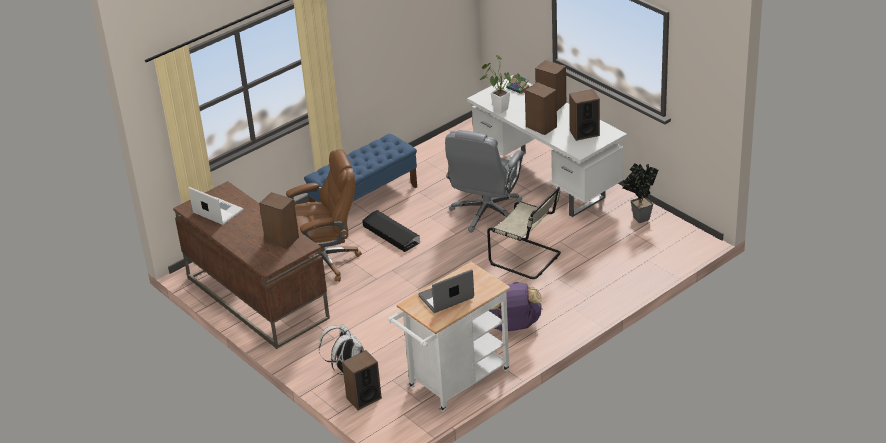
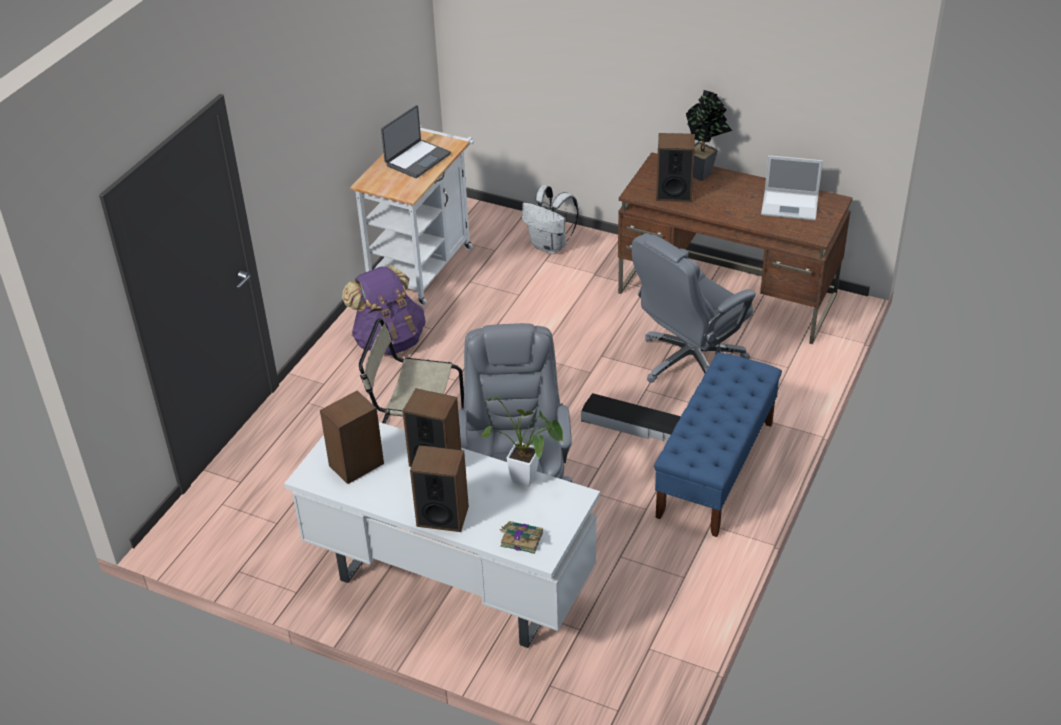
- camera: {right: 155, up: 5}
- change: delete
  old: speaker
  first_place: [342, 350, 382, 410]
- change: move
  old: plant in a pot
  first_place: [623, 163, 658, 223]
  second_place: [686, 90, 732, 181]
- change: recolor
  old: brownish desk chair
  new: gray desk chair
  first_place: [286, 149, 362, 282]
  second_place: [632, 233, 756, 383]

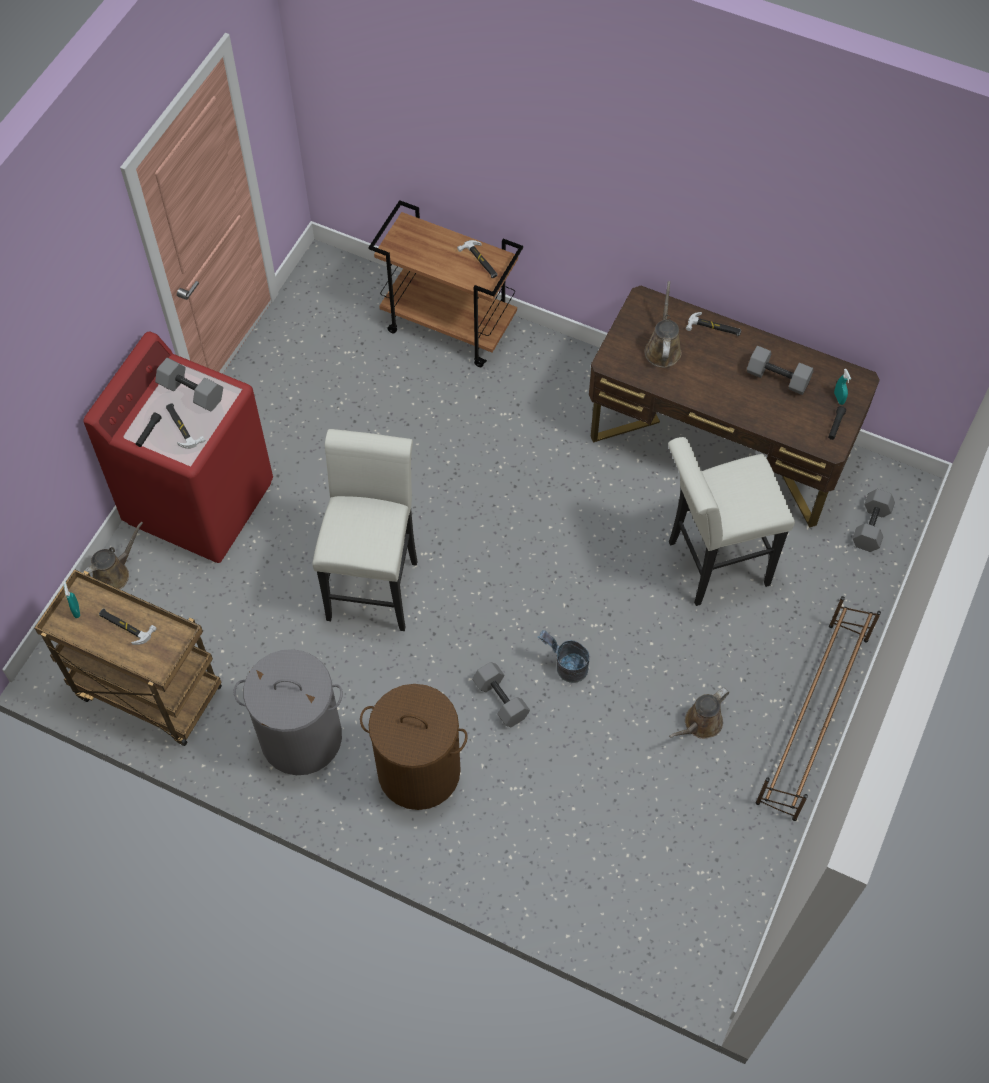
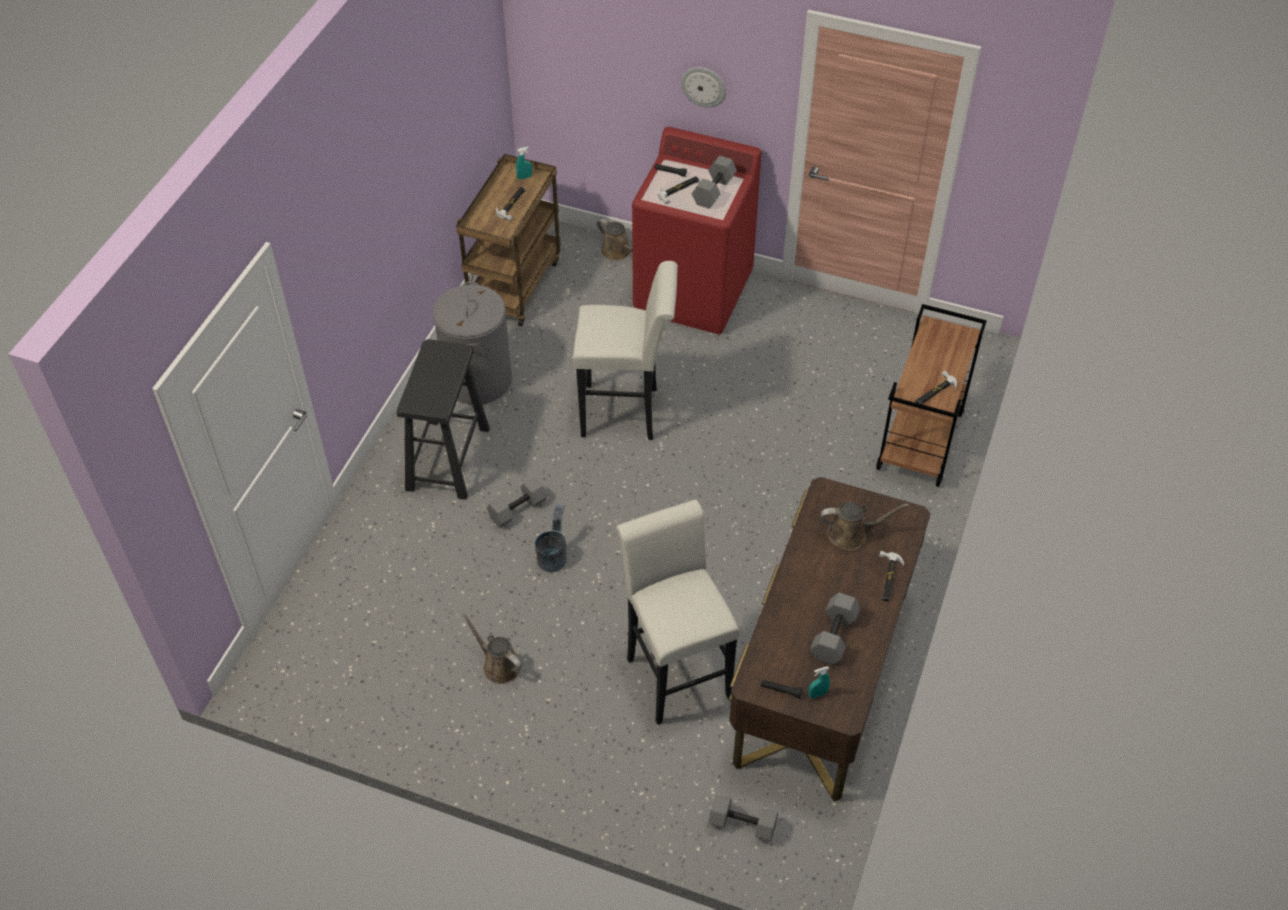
- camera: {right: 85, up: -10}
- change: delete
  old: brownish shoe shelf
  first_place: [756, 596, 881, 821]
- change: insert
  new: clock on the wall
  second_place: [681, 67, 726, 108]
- change: replace
  old: brownish laundry basket
  new: blackish stool seat
  first_place: [360, 684, 468, 810]
  second_place: [397, 339, 490, 500]

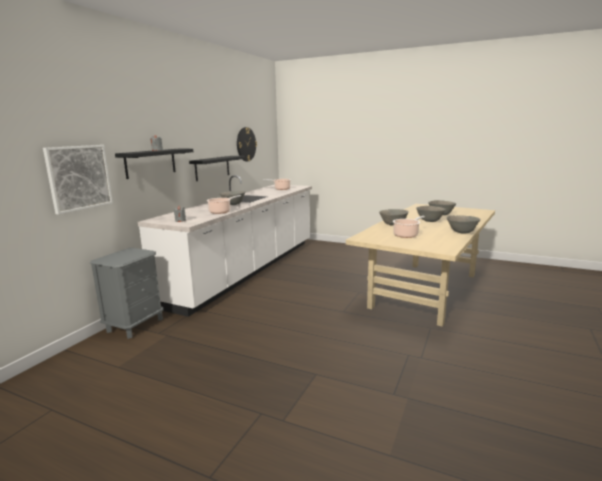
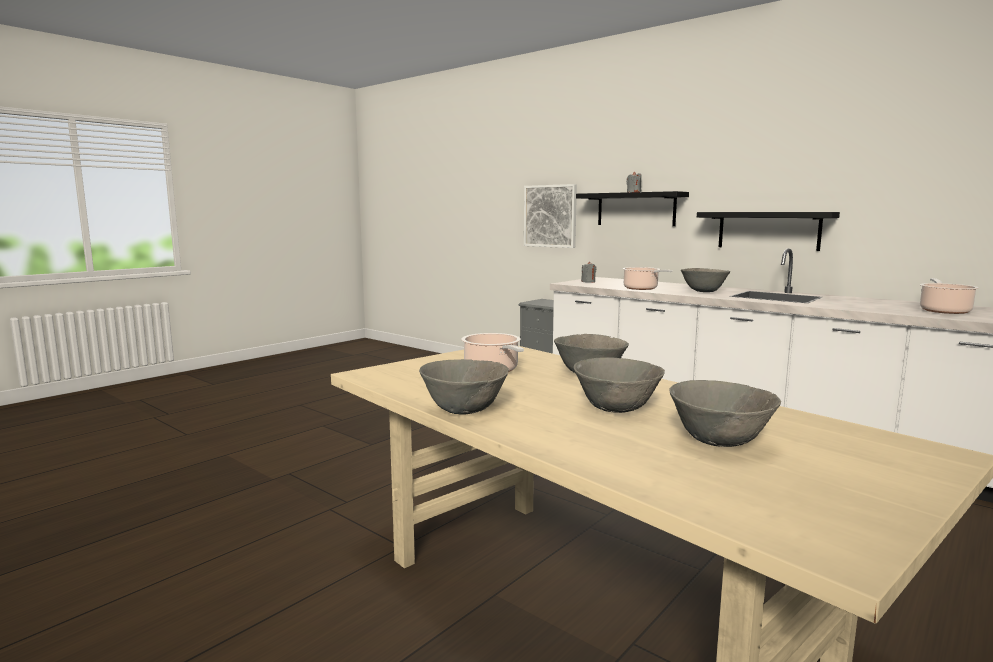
- camera: {right: 105, up: -5}
- change: delete
  old: clock on the wall
  first_place: [237, 127, 257, 161]

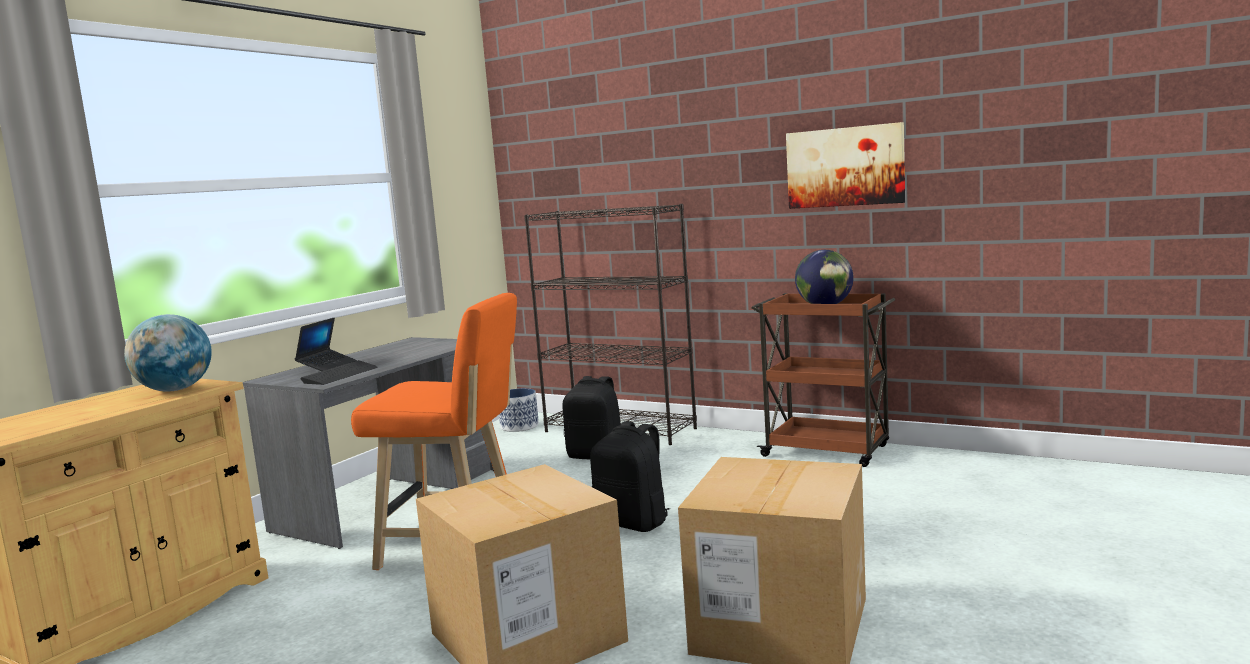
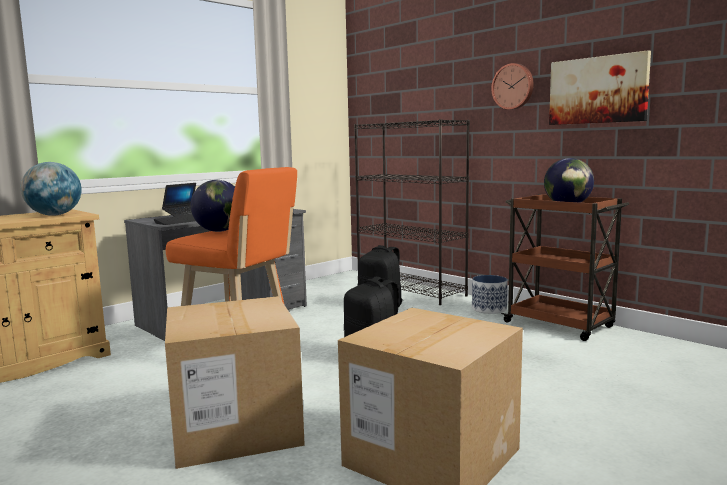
- camera: {right: 15, up: 0}
- change: insert
  new: globe
  second_place: [191, 180, 235, 232]
- change: insert
  new: clock on the wall
  second_place: [491, 63, 534, 110]
- change: move
  old: planter
  first_place: [499, 388, 539, 432]
  second_place: [472, 275, 508, 314]

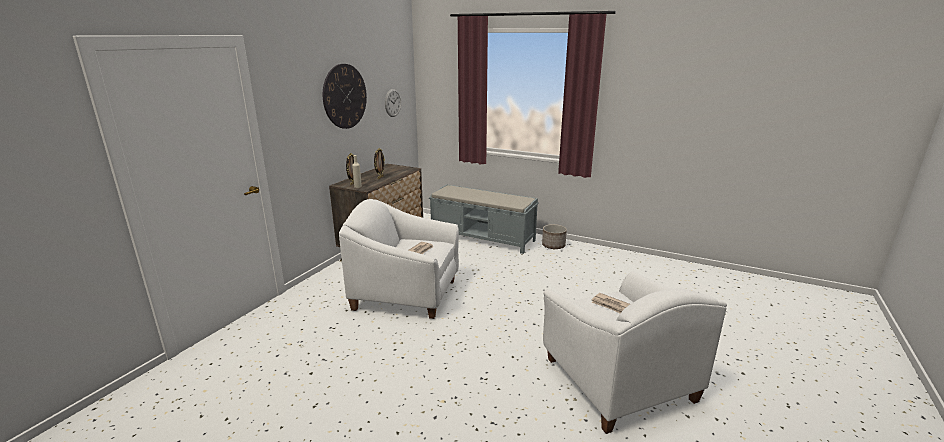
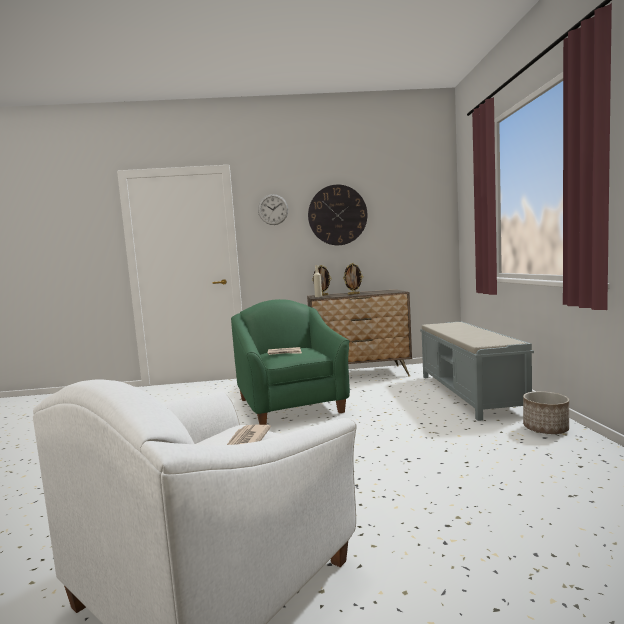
- camera: {right: 60, up: -15}
- change: move
  old: clock on the wall
  first_place: [385, 89, 401, 117]
  second_place: [258, 194, 288, 225]
- change: recolor
  old: whitish armchair
  new: greenish armchair
  first_place: [339, 199, 459, 319]
  second_place: [231, 299, 350, 425]

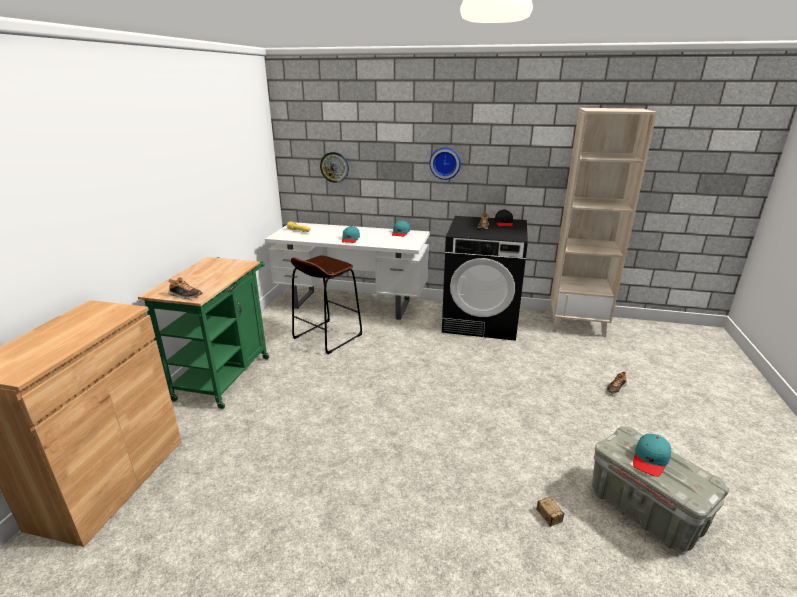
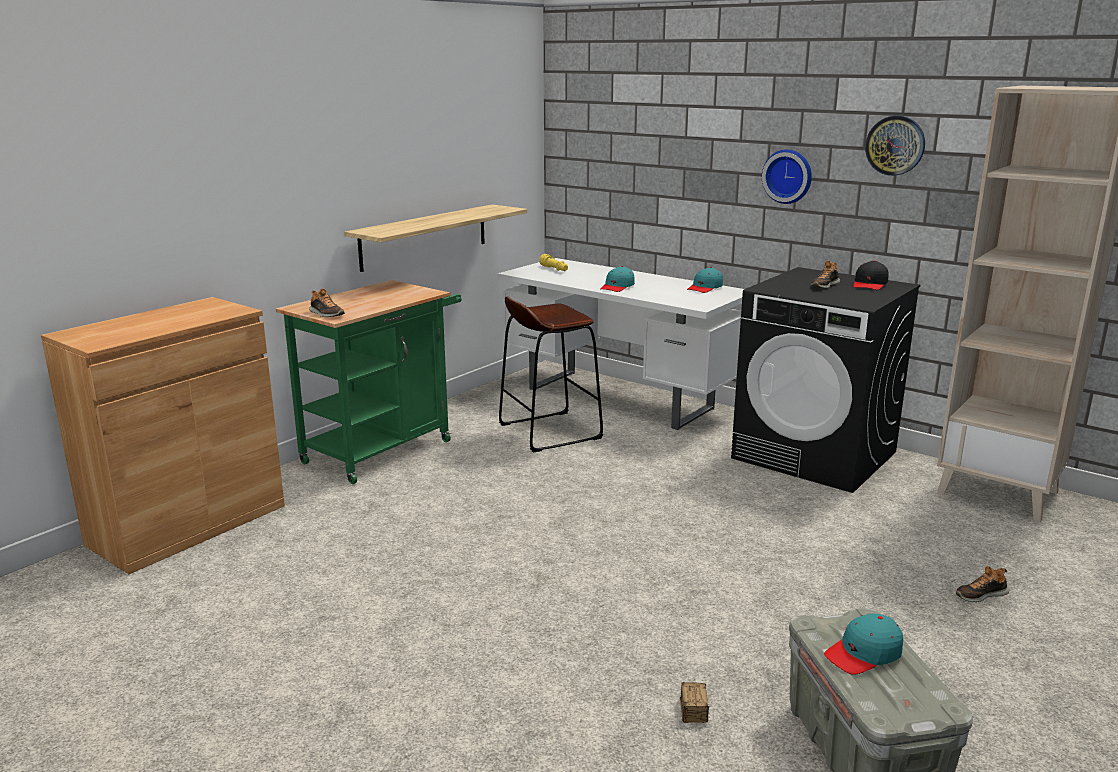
- camera: {right: 25, up: -5}
- change: insert
  new: shelf
  second_place: [344, 204, 527, 272]
- change: move
  old: clock on the wall
  first_place: [320, 152, 349, 183]
  second_place: [865, 115, 925, 176]

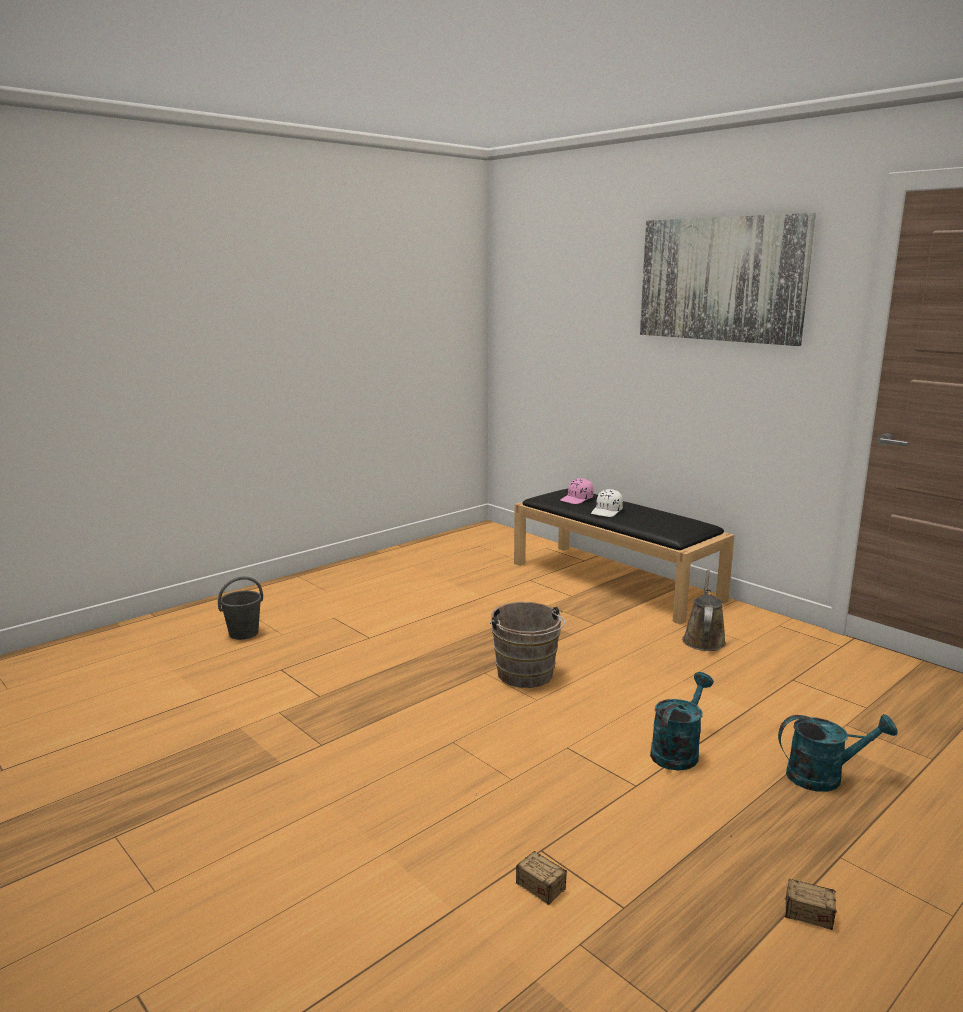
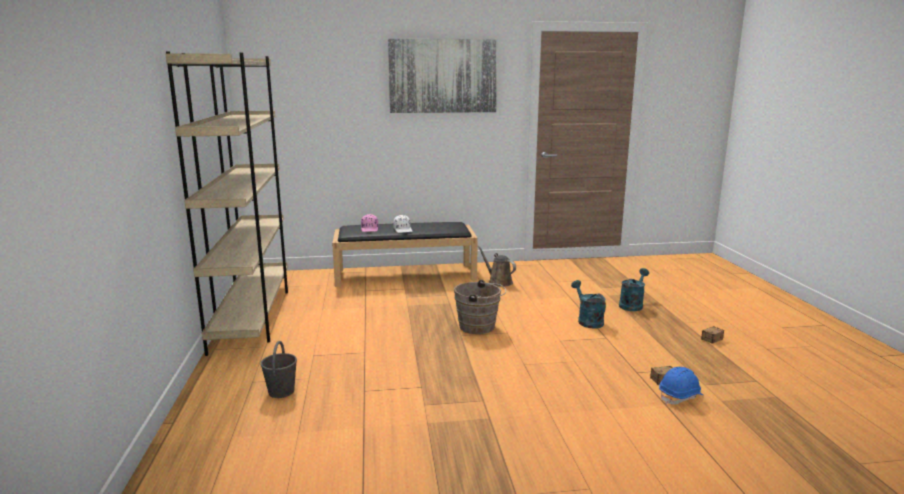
- camera: {right: -55, up: 0}
- change: insert
  new: beige bookshelf
  second_place: [165, 52, 288, 356]
- change: insert
  new: blue-coloured work helmet
  second_place: [659, 367, 703, 405]

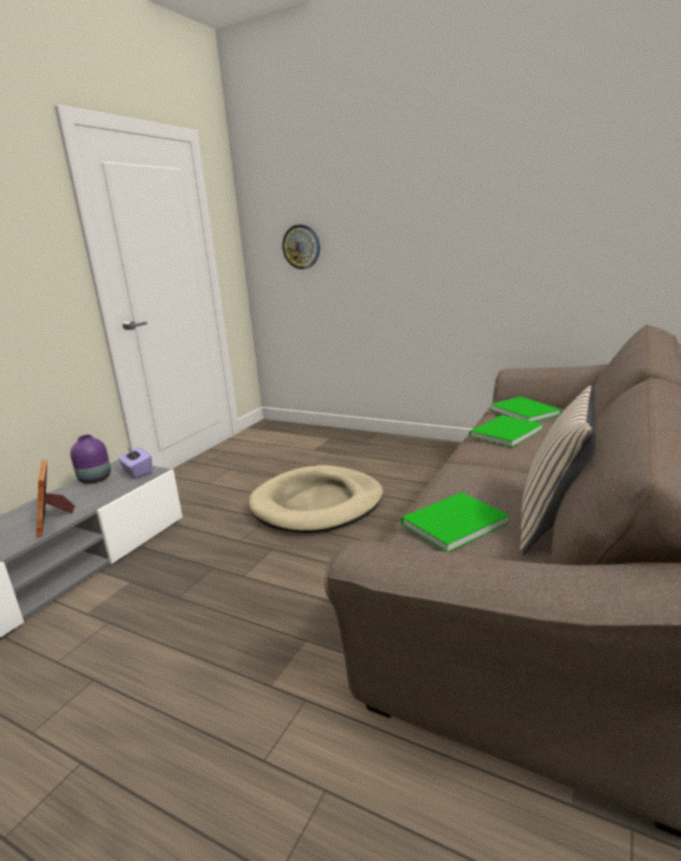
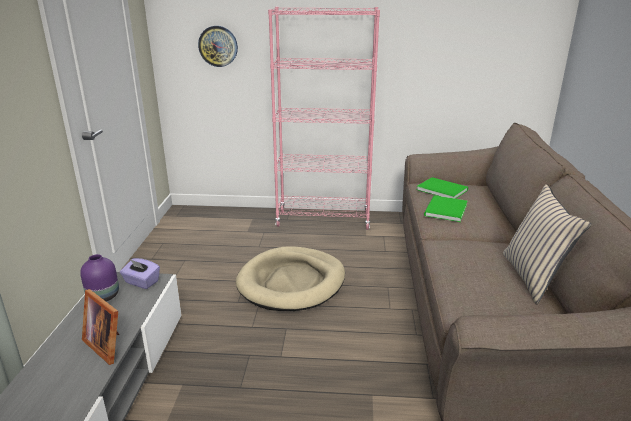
- camera: {right: -25, up: 5}
- change: delete
  old: greenish bound book
  first_place: [401, 492, 510, 552]
- change: insert
  new: pinkish bookshelf
  second_place: [268, 7, 380, 230]

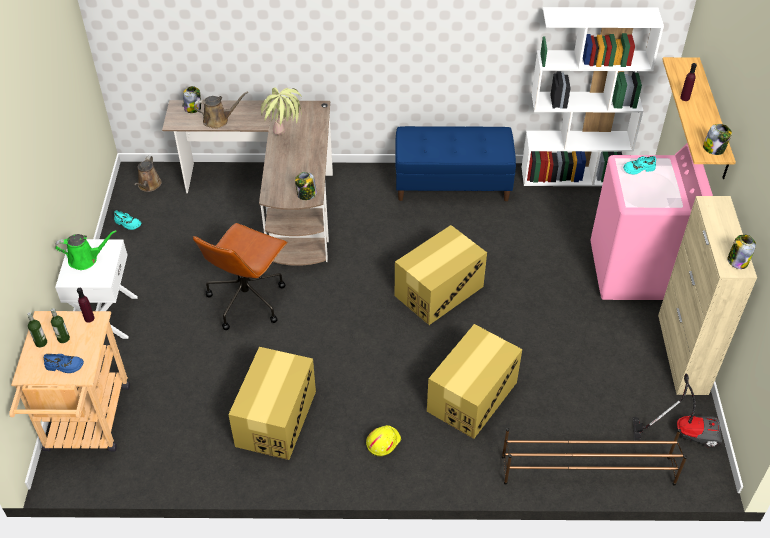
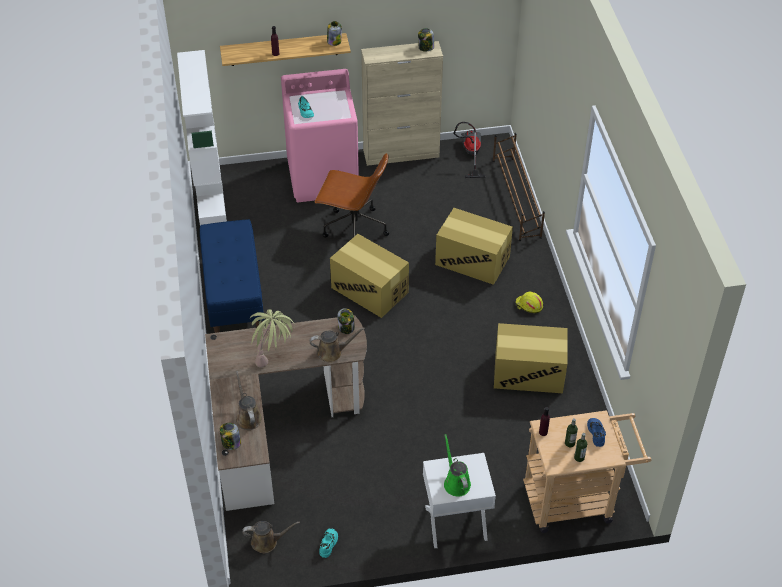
- camera: {right: -100, up: 0}
- change: insert
  new: brownish sprinkling can
  second_place: [310, 328, 365, 363]
- change: move
  old: brownish desk chair
  first_place: [193, 223, 288, 330]
  second_place: [315, 153, 389, 238]

